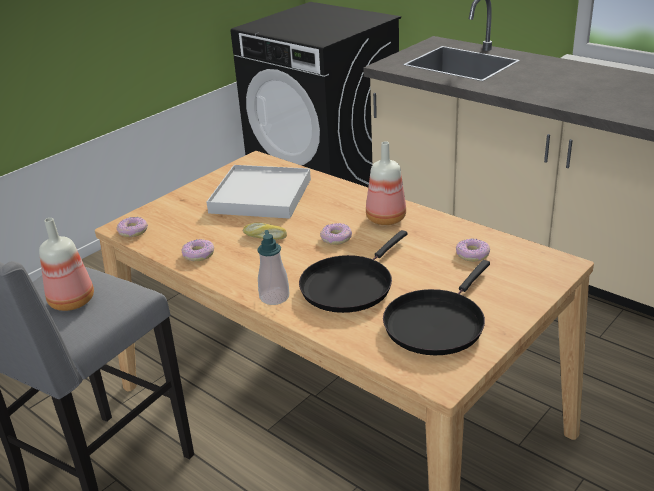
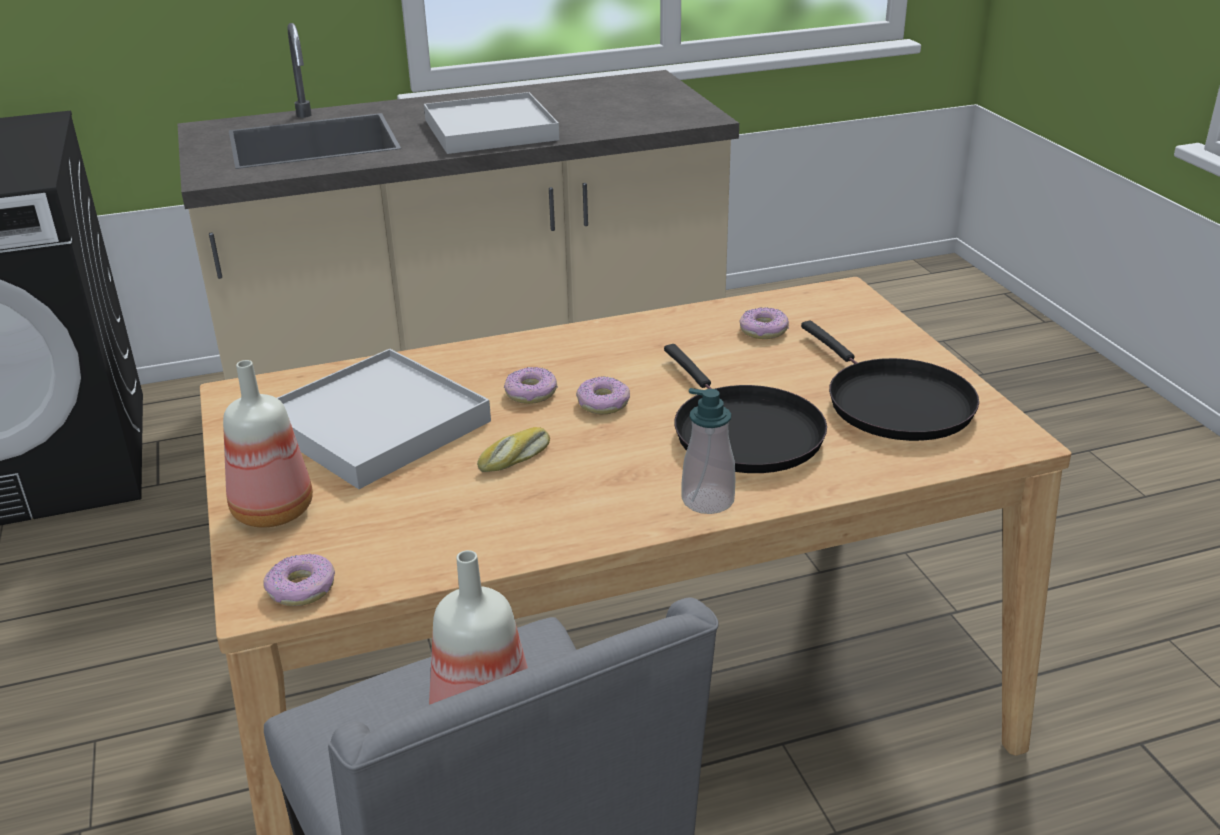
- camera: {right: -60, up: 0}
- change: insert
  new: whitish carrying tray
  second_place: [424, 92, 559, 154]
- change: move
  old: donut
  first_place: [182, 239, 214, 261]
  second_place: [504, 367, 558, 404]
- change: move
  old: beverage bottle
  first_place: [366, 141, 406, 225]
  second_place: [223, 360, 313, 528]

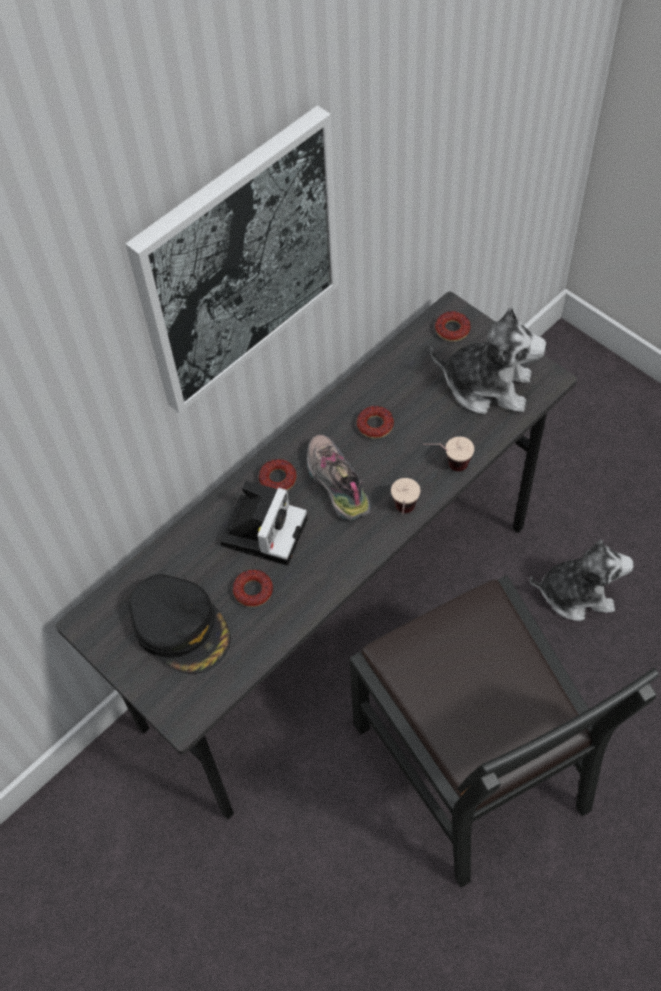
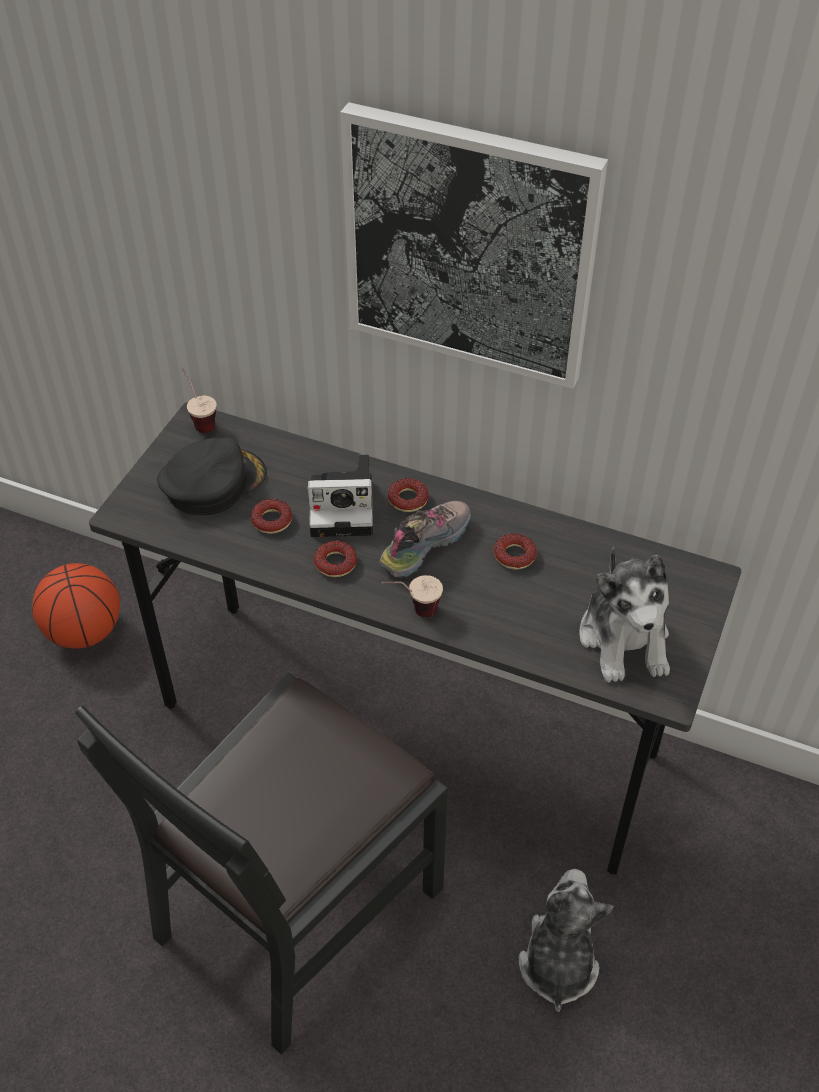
- camera: {right: 65, up: -10}
- change: insert
  new: ball for basketball
  second_place: [32, 563, 120, 649]
- change: move
  old: drinking cup
  first_place: [423, 437, 474, 472]
  second_place: [181, 368, 217, 433]
- change: move
  old: donut
  first_place: [435, 311, 470, 342]
  second_place: [314, 541, 357, 577]
- change: rotate
  old: blackish peaked cap
  first_place: [129, 574, 231, 674]
  second_place: [157, 437, 267, 515]
  degrees: -150
- change: rotate
  old: cuddly toy
  first_place: [529, 540, 634, 621]
  second_place: [519, 869, 614, 1012]
  degrees: -150

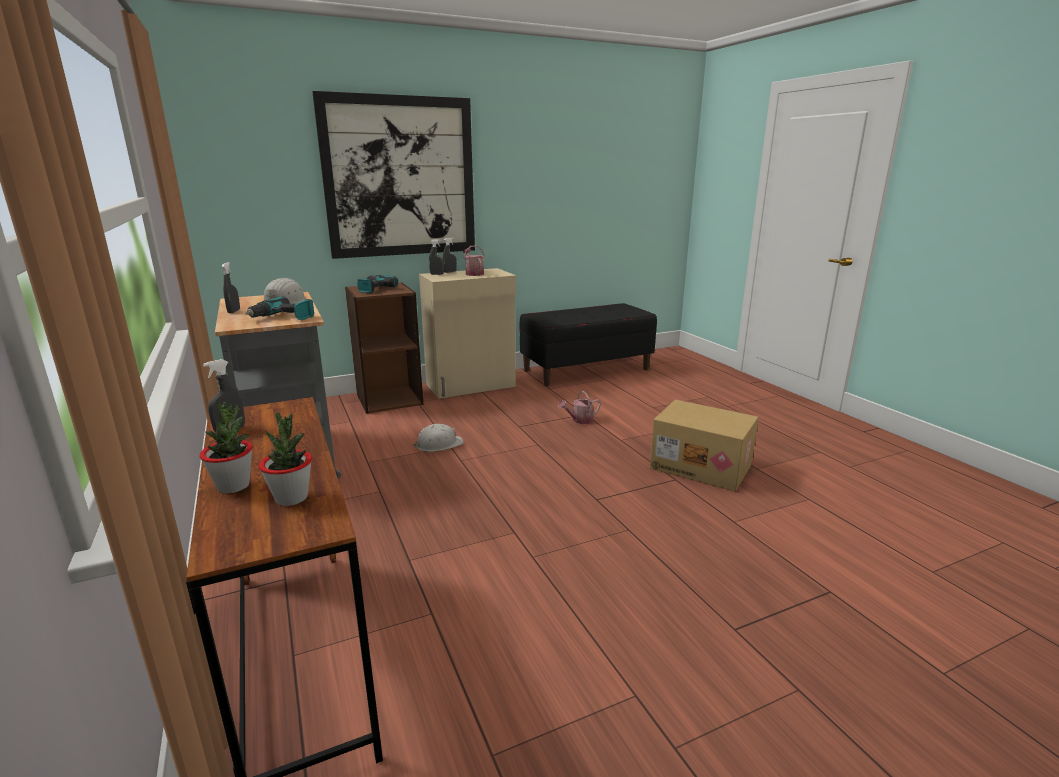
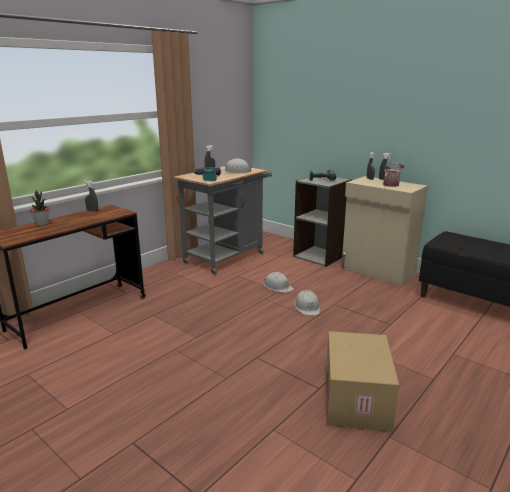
- camera: {right: 65, up: 0}
- change: delete
  old: plant in a pot
  first_place: [259, 412, 312, 506]
- change: delete
  old: wall art
  first_place: [312, 91, 475, 259]
- change: delete
  old: sprinkling can
  first_place: [558, 391, 601, 424]
- change: insert
  new: whitish work helmet
  second_place: [294, 290, 320, 316]
- change: recolor
  old: brownish bookshelf
  new: gray bookshelf
  first_place: [345, 282, 423, 414]
  second_place: [293, 177, 352, 267]

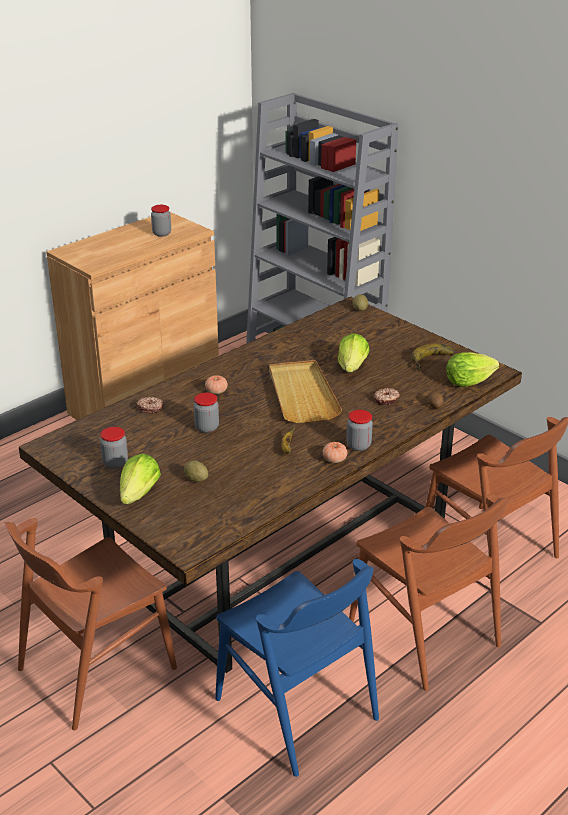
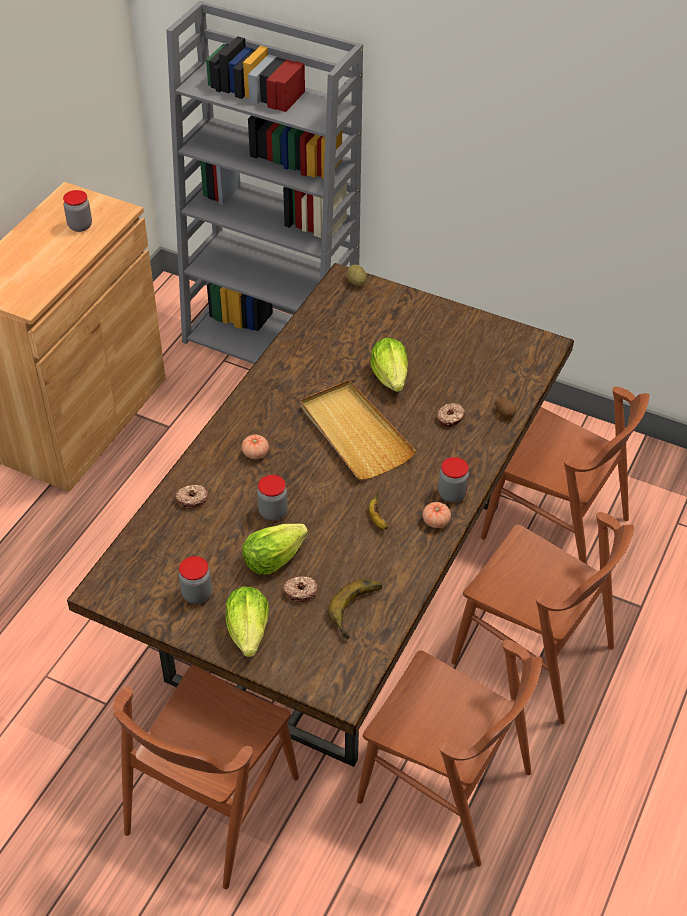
- camera: {right: -20, up: 15}
- change: move
  old: banana
  first_place: [411, 343, 455, 370]
  second_place: [328, 579, 382, 639]
- change: move
  old: head of lettuce
  first_place: [446, 352, 499, 387]
  second_place: [242, 524, 308, 575]
- change: replace
  old: spud
  new: donut
  first_place: [184, 460, 208, 482]
  second_place: [283, 576, 318, 602]
- change: recolor
  old: blue-coloured chair
  new: brownish chair
  first_place: [215, 559, 379, 777]
  second_place: [357, 640, 542, 866]

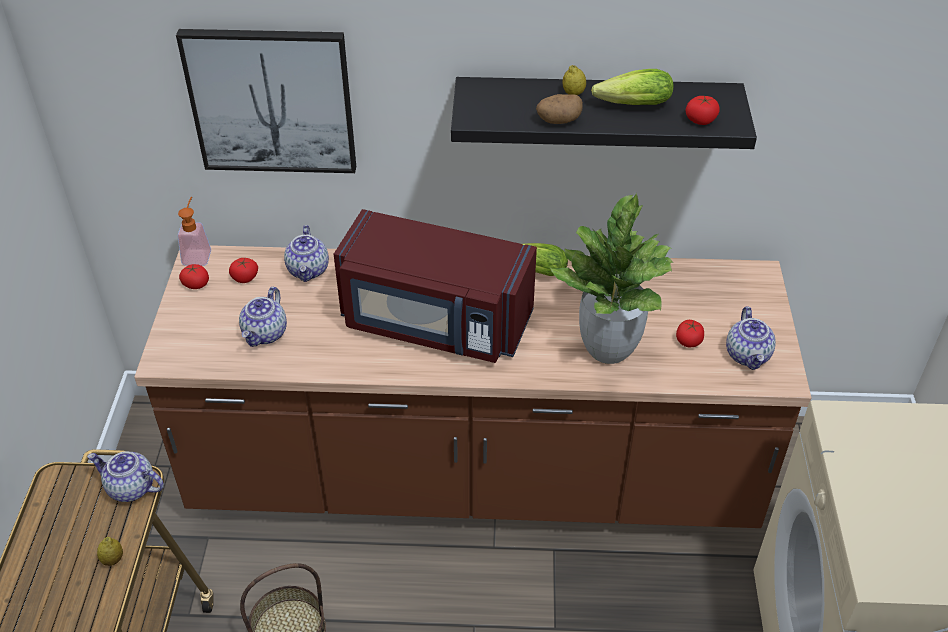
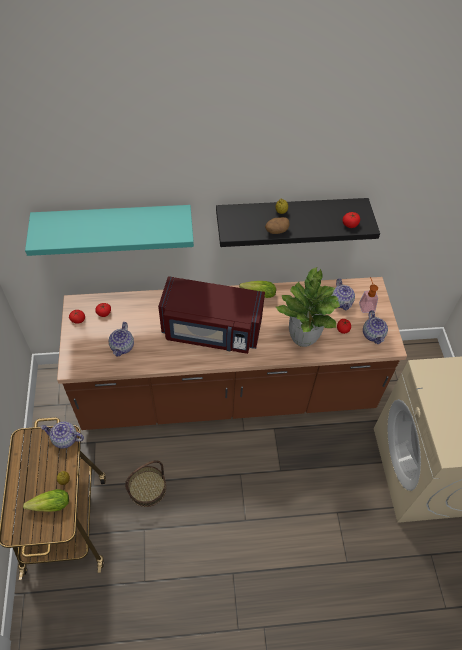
- camera: {right: -10, up: 10}
- change: move
  old: liquid soap bottle
  first_place: [177, 197, 211, 266]
  second_place: [359, 277, 378, 313]
- change: move
  old: pot for tea
  first_place: [284, 225, 329, 282]
  second_place: [331, 278, 355, 311]
- change: move
  old: head of lettuce
  first_place: [591, 69, 674, 105]
  second_place: [23, 489, 69, 512]
- change: replace
  old: wall art
  new: blue-green shelf
  first_place: [176, 29, 356, 173]
  second_place: [25, 205, 194, 256]

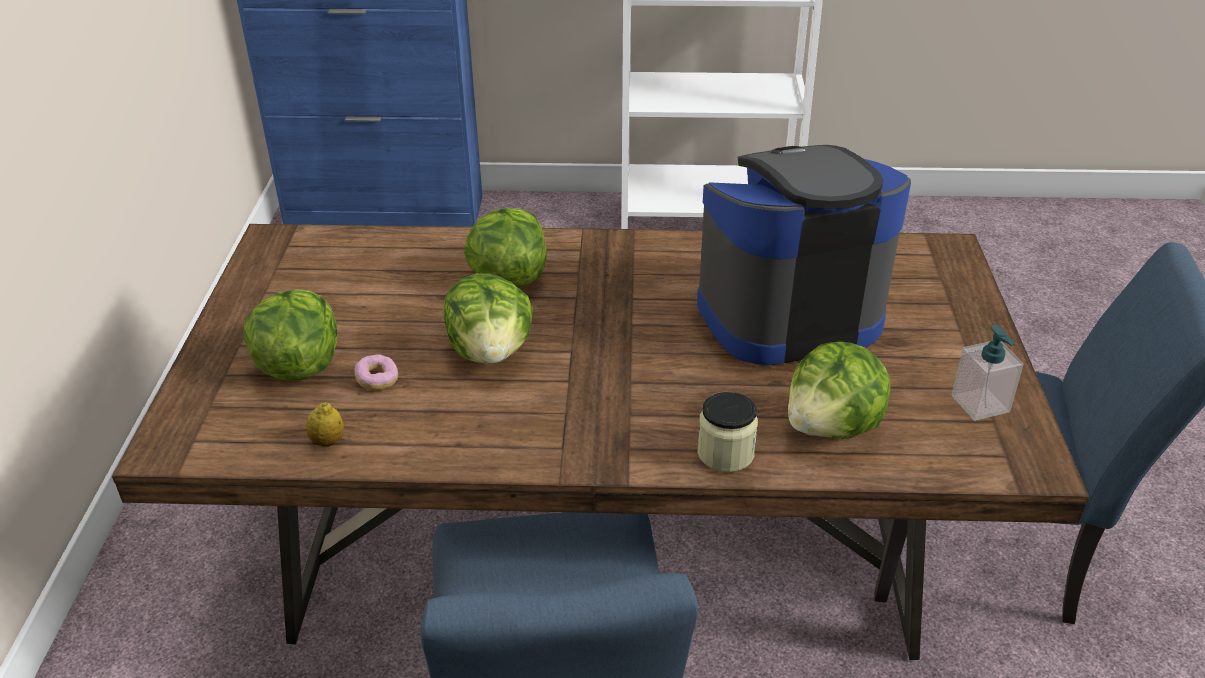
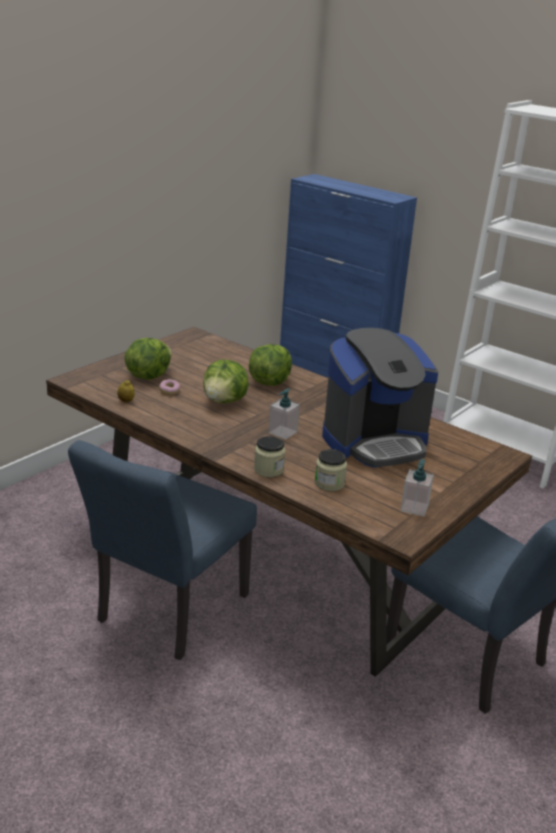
- camera: {right: 35, up: -10}
- change: insert
  new: liquid soap bottle
  second_place: [269, 388, 300, 439]
- change: replace
  old: head of lettuce
  new: jar
  first_place: [788, 342, 891, 439]
  second_place: [315, 449, 347, 491]
- change: rotate
  old: coffee machine
  first_place: [697, 145, 911, 365]
  second_place: [322, 328, 438, 468]
  degrees: 135

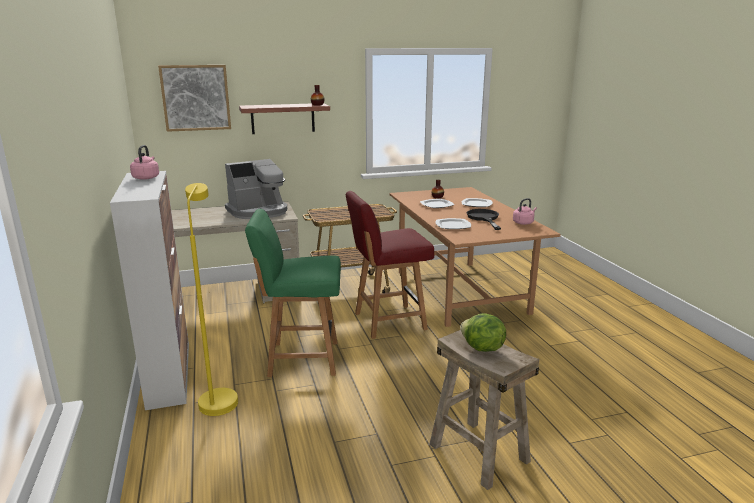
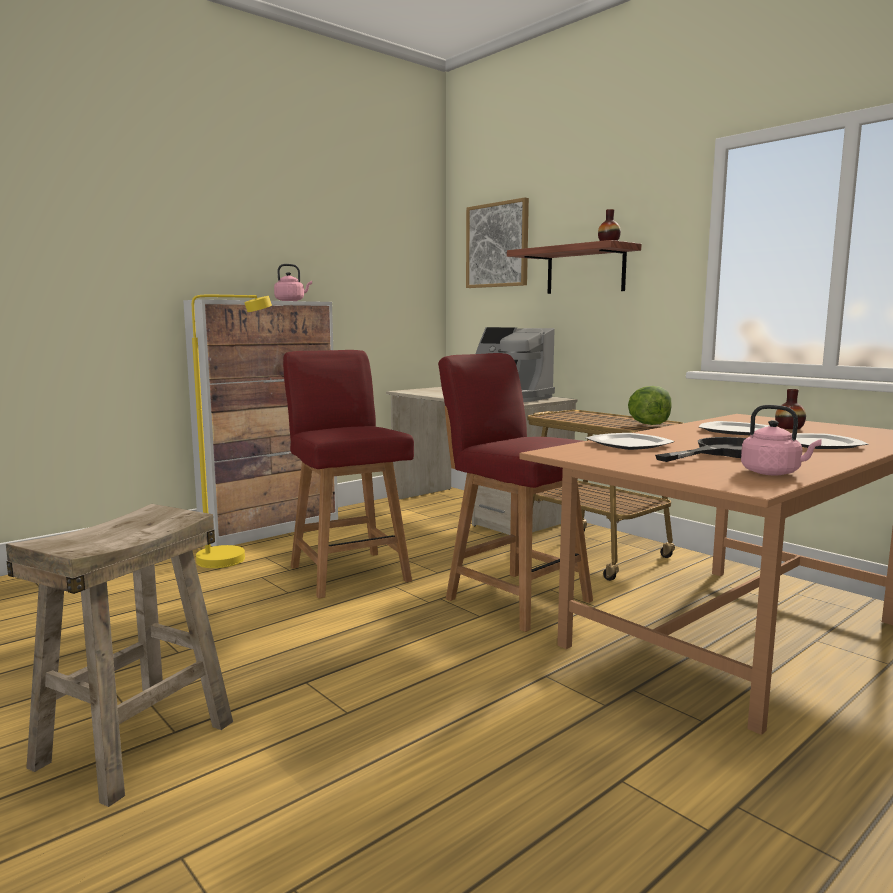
- camera: {right: 65, up: -10}
- change: move
  old: head of lettuce
  first_place: [460, 313, 506, 352]
  second_place: [628, 386, 672, 425]
- change: recolor
  old: greenish chair
  new: red-coloured chair
  first_place: [245, 209, 341, 377]
  second_place: [283, 350, 414, 598]

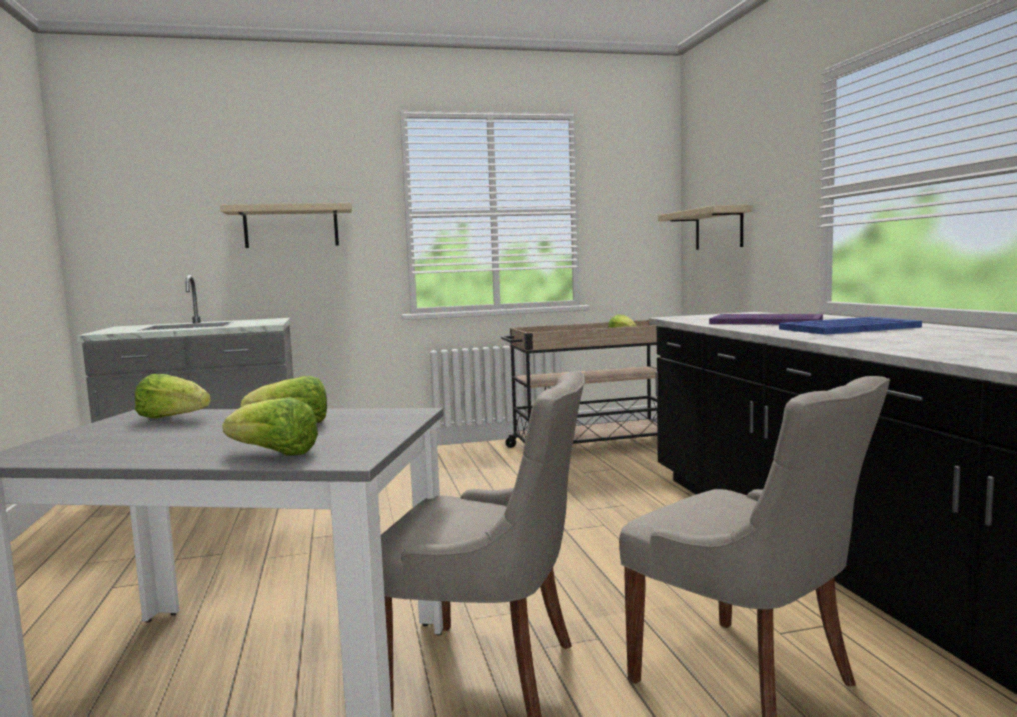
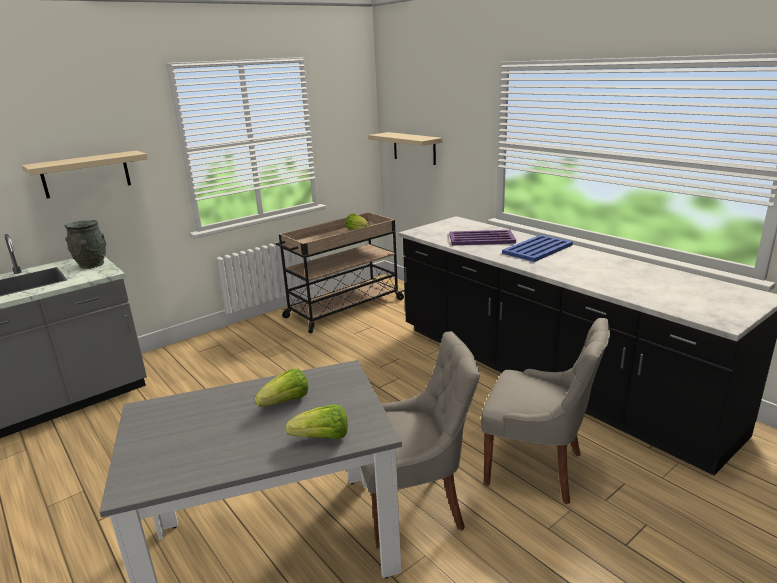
- camera: {right: -25, up: 15}
- change: delete
  old: head of lettuce
  first_place: [135, 374, 211, 418]
- change: insert
  new: gray flower vase
  second_place: [65, 220, 106, 269]

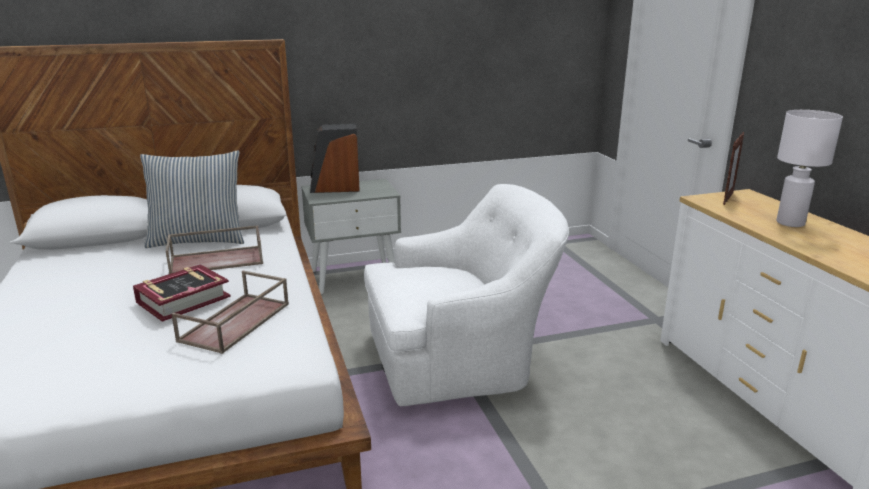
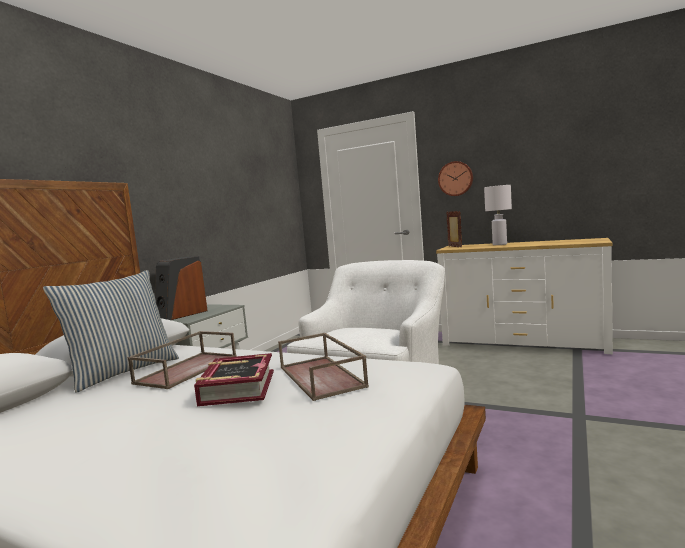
- camera: {right: -45, up: -15}
- change: insert
  new: clock on the wall
  second_place: [438, 161, 473, 196]

